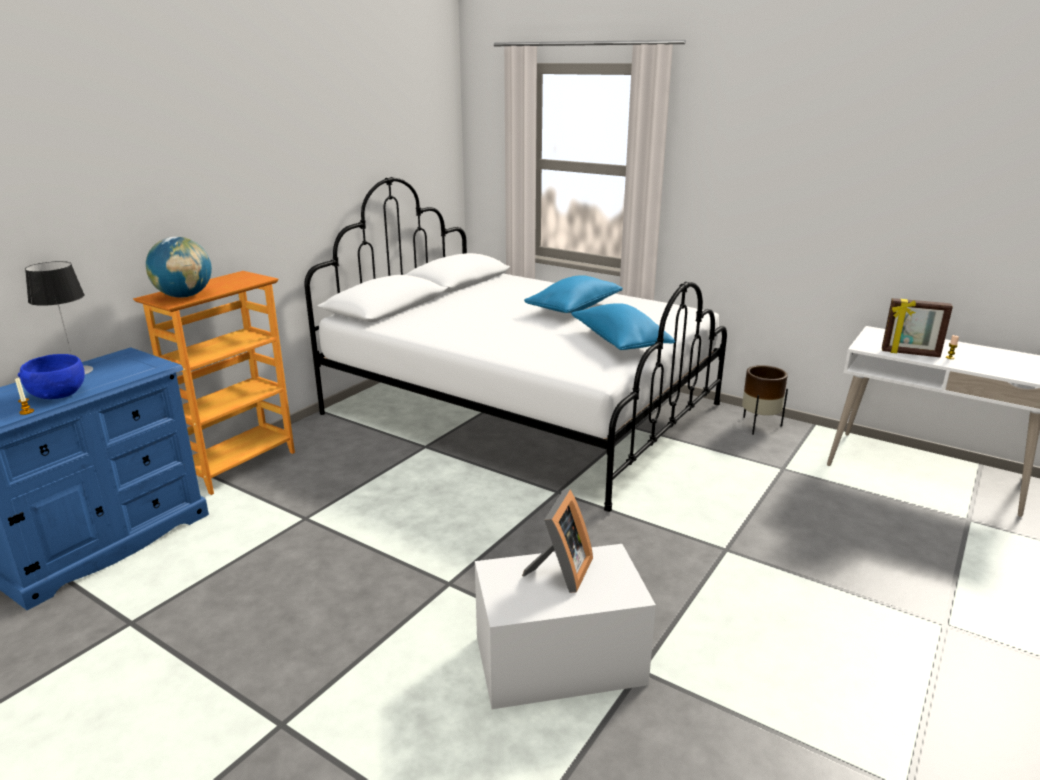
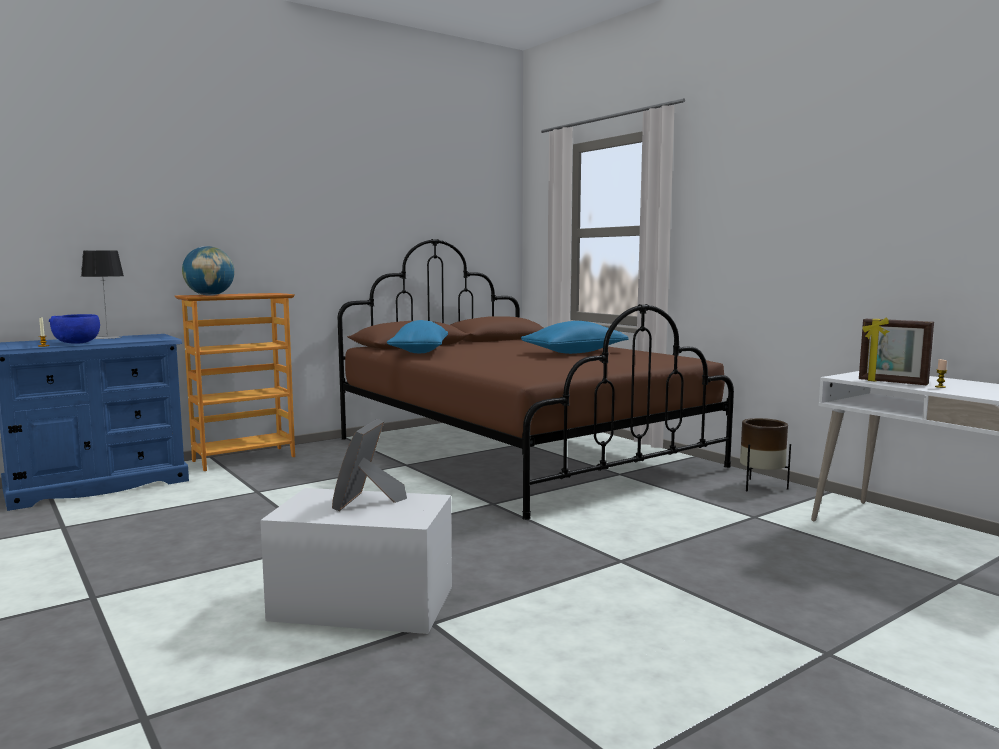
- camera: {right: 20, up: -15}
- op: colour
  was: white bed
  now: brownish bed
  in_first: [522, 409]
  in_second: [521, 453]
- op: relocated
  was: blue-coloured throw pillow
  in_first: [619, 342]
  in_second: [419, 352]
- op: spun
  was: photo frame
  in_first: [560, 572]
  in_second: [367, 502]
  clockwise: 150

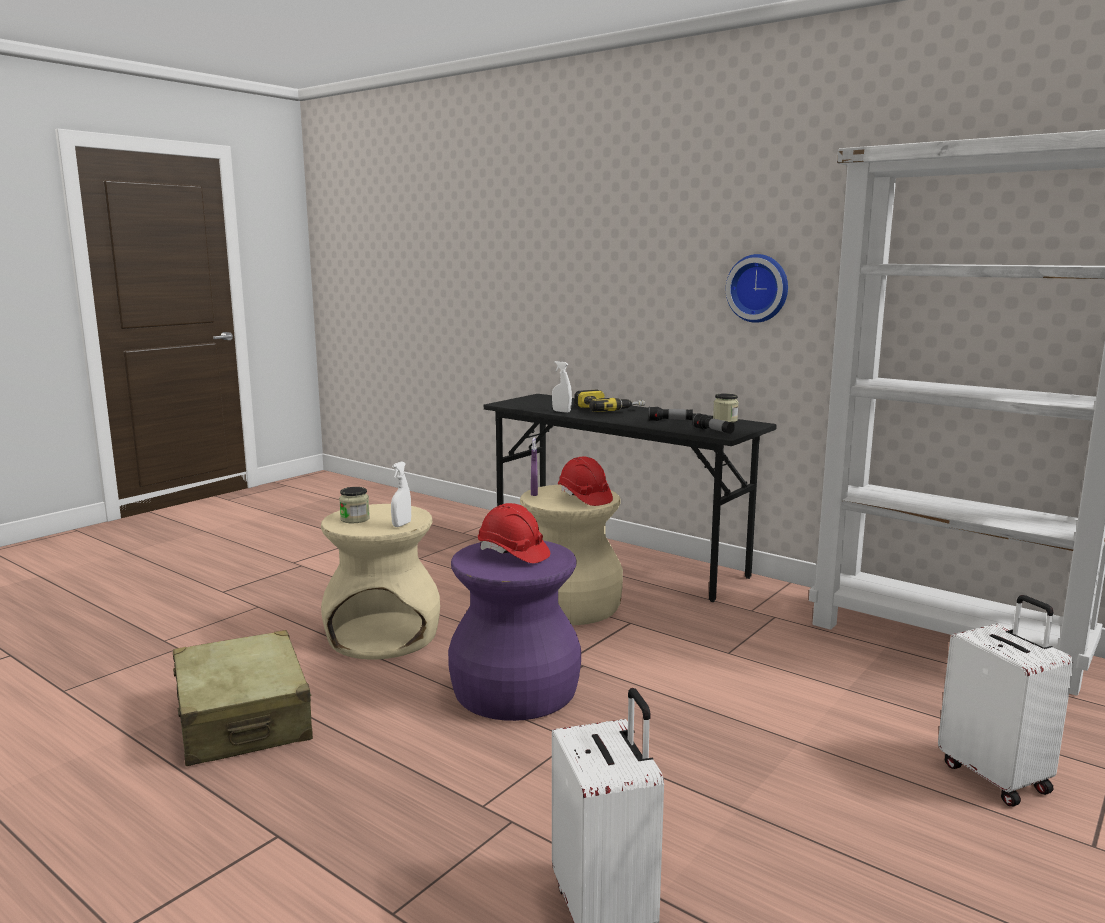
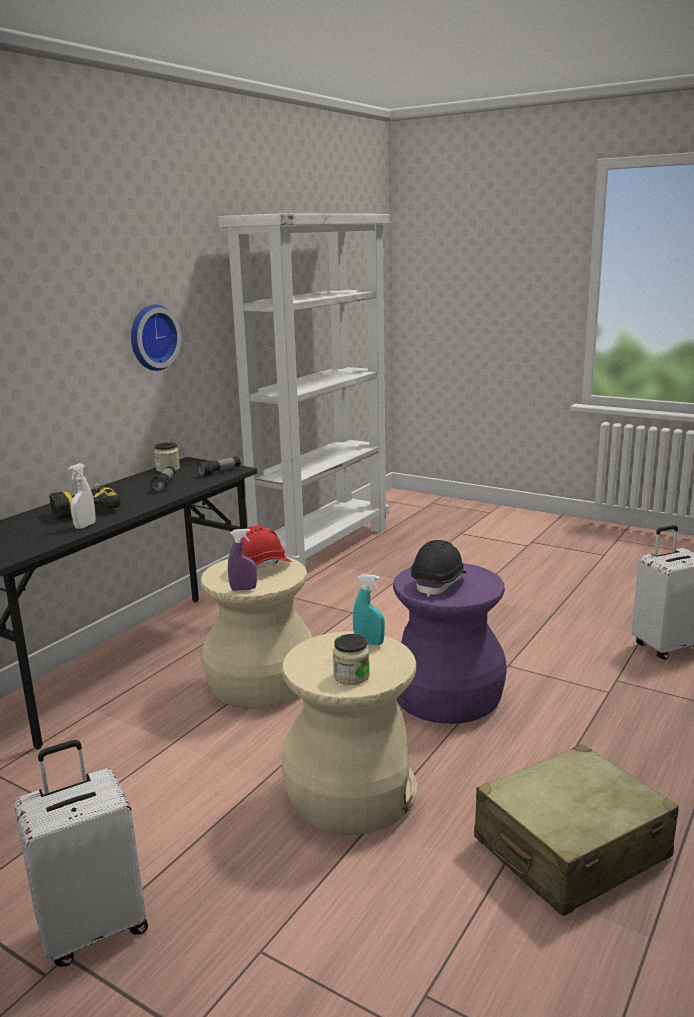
- camera: {right: -95, up: 5}
- op: colour
  was: white spray bottle
  now: blue-green spray bottle
  in_first: [401, 524]
  in_second: [369, 643]
- op: colour
  was: red-coloured hard hat
  now: blackish hard hat
  in_first: [513, 553]
  in_second: [439, 583]
- op: relocated
  was: white suitcase
  in_first: [996, 776]
  in_second: [93, 928]

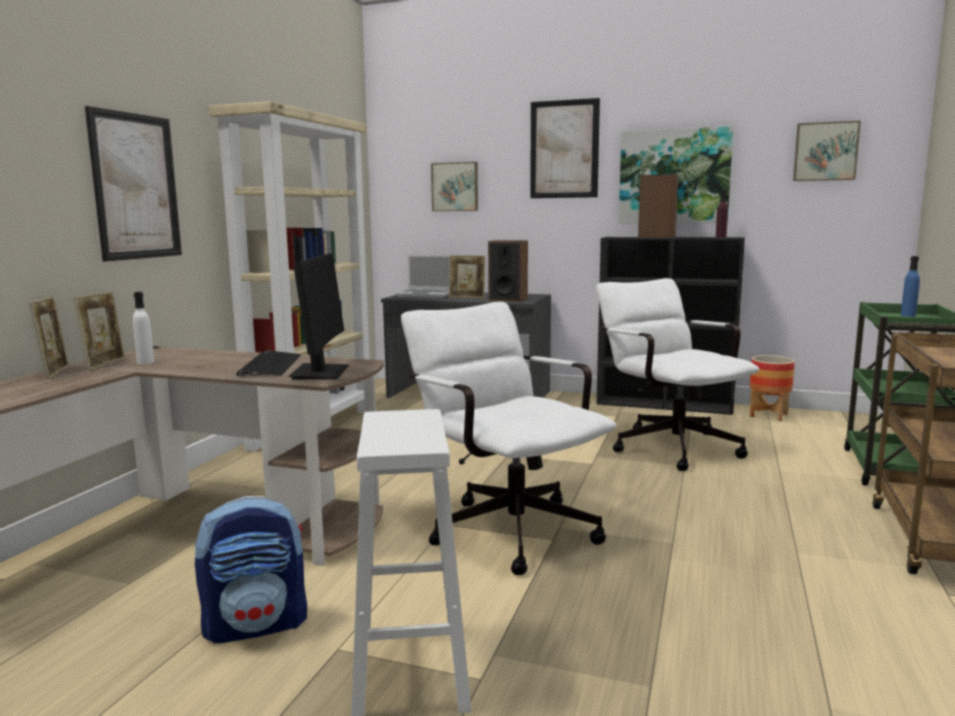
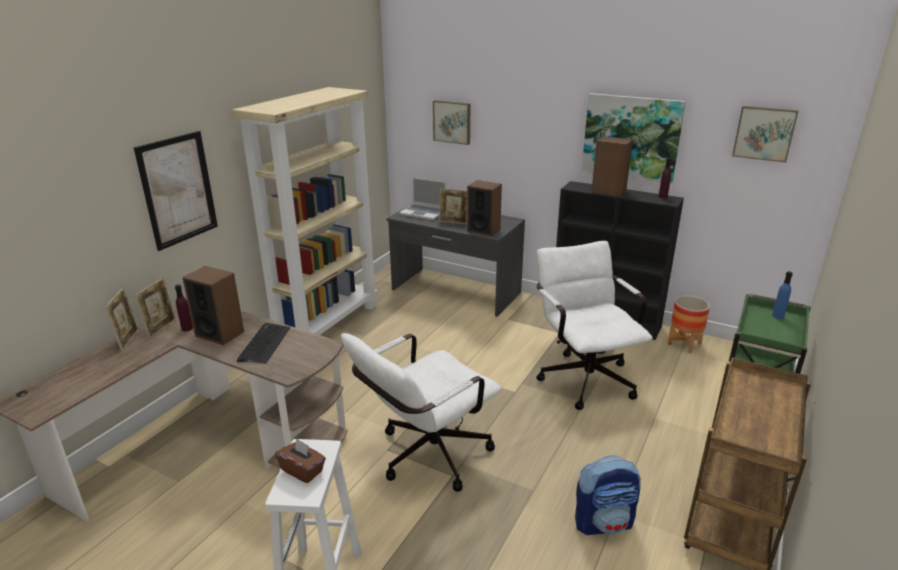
- camera: {right: 10, up: 15}
- op: missing
  was: picture
  in_first: [564, 149]
- op: missing
  was: computer display
  in_first: [320, 373]
- op: colour
  was: white beverage bottle
  now: purple-coloured beverage bottle
  in_first: [145, 362]
  in_second: [187, 328]
- op: spun
  was: white desk chair
  in_first: [505, 526]
  in_second: [425, 457]
  clockwise: -105
- op: relocated
  was: knapsack
  in_first: [257, 625]
  in_second: [604, 522]
- op: appeared
  now: loudspeaker
  in_second: [220, 333]
- op: appeared
  now: brownish tissue holder
  in_second: [302, 470]

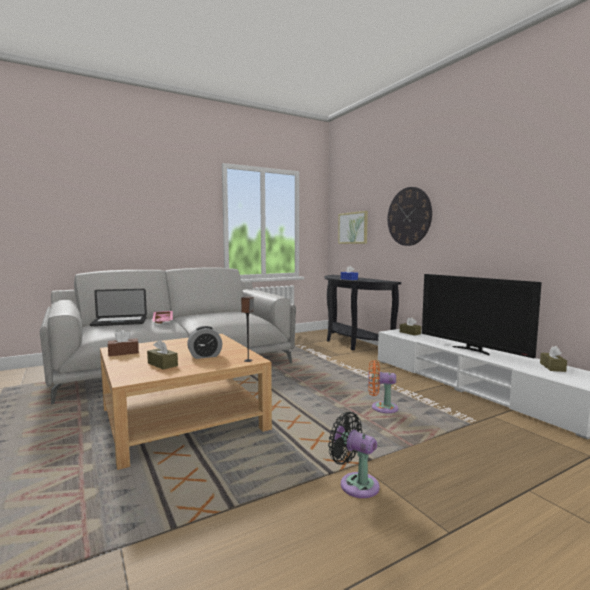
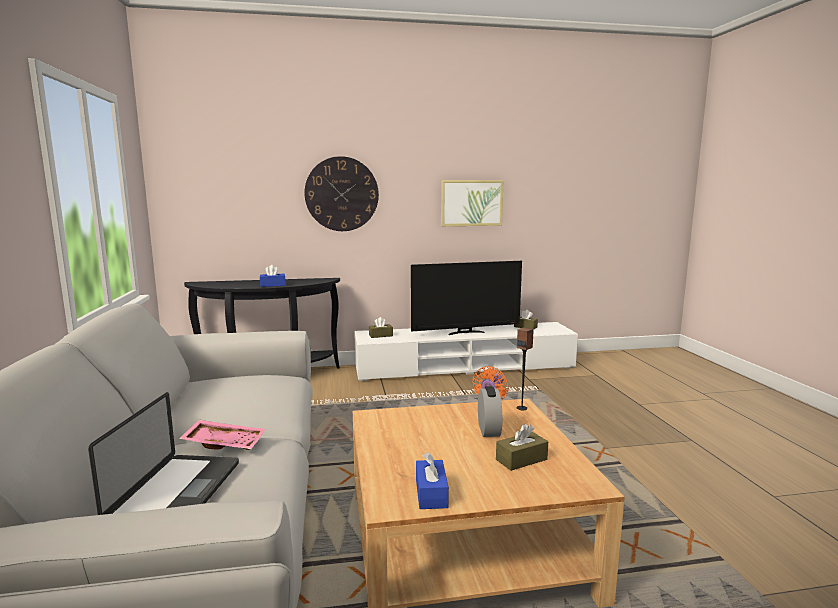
- camera: {right: -70, up: 5}
- op: relocated
  was: picture
  in_first: [353, 228]
  in_second: [471, 203]
- op: colour
  was: brownish tissue holder
  now: blue-coloured tissue holder
  in_first: [123, 353]
  in_second: [431, 493]
- op: missing
  was: blackish fan
  in_first: [355, 484]

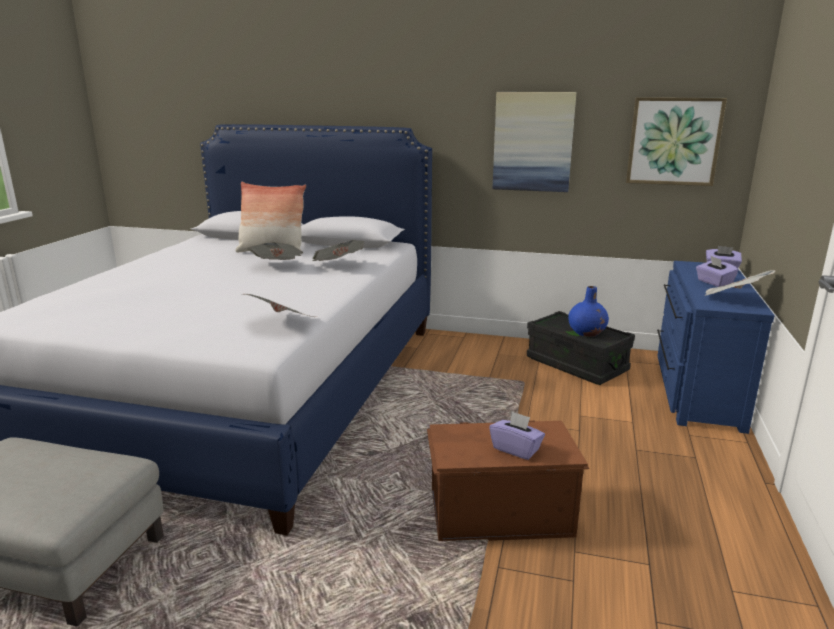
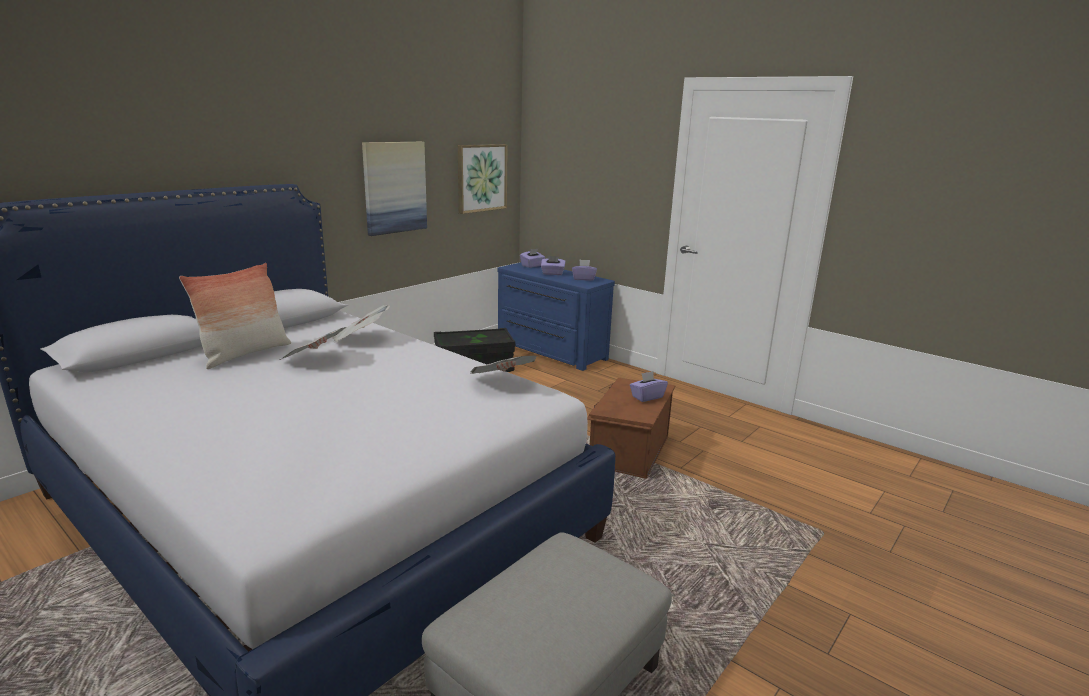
- camera: {right: -65, up: 0}
- op: exchanged
  was: daily paper
  now: purple-coloured tissue holder
  in_first: [733, 299]
  in_second: [583, 279]
- op: missing
  was: blue-coloured flower vase
  in_first: [587, 332]

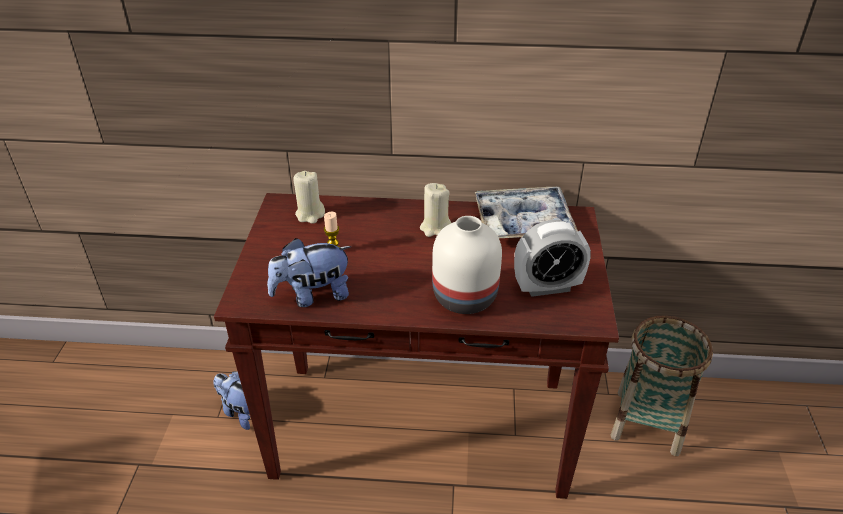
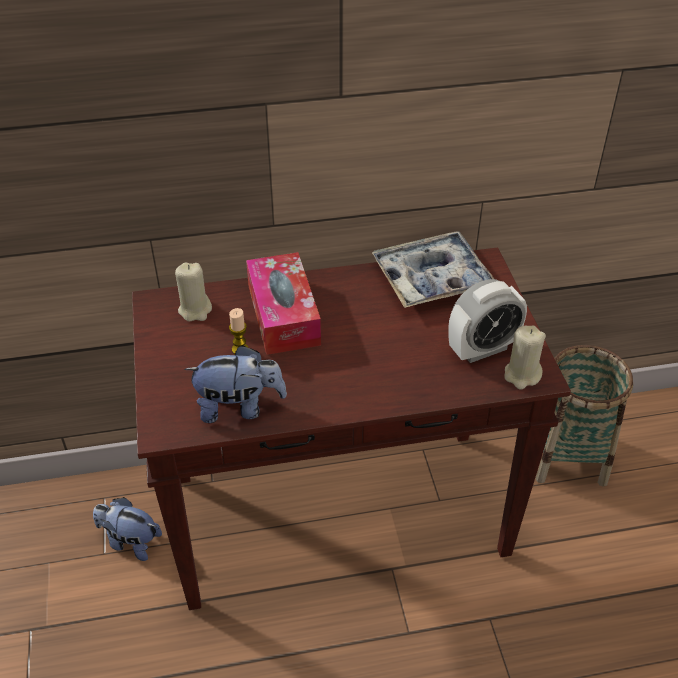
- camera: {right: -15, up: 5}
- op: relocated
  was: beige candle
  in_first: [435, 228]
  in_second: [522, 375]
- op: missing
  was: white flower vase
  in_first: [463, 297]
- op: spun
  was: cuddly toy
  in_first: [313, 295]
  in_second: [239, 407]
  clockwise: -150
- op: appeared
  now: tissue holder
  in_second: [283, 315]

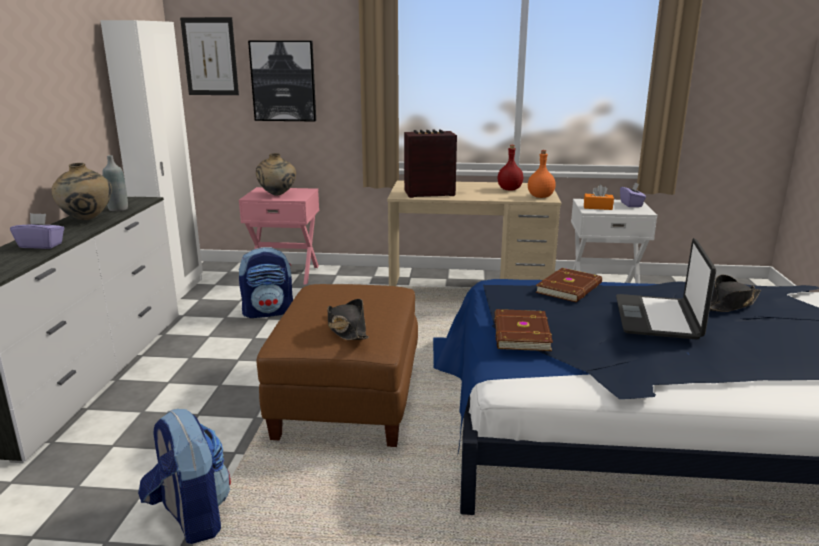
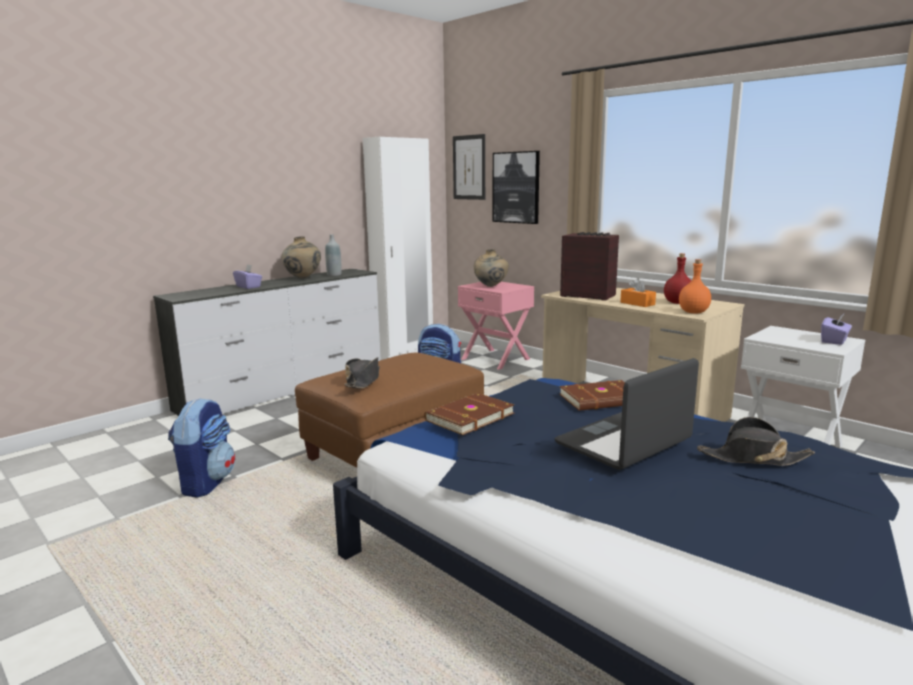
- camera: {right: 40, up: -5}
- op: relocated
  was: orangey tissue holder
  in_first: [597, 207]
  in_second: [637, 303]

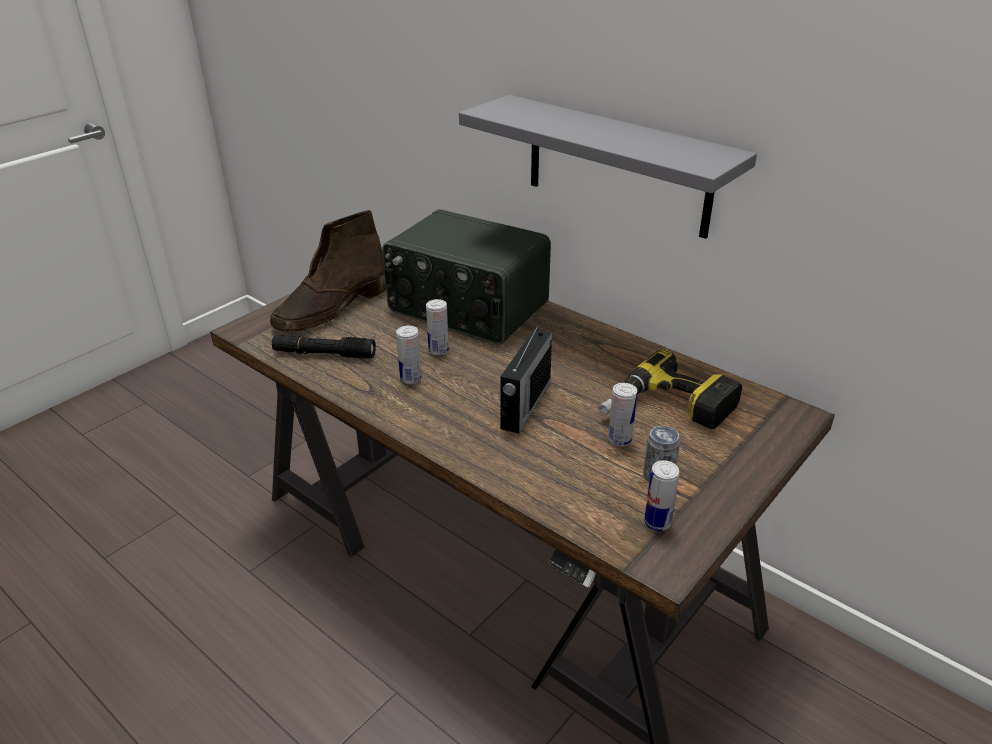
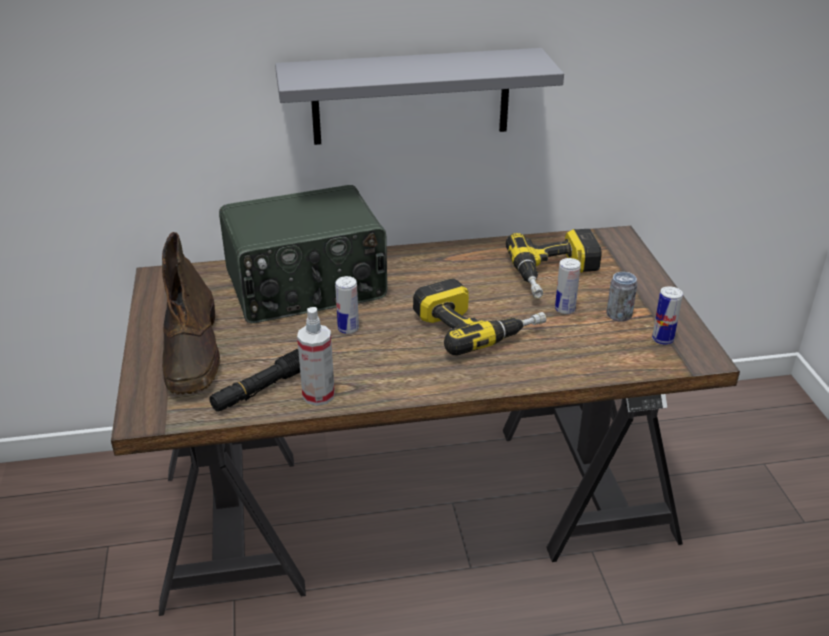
- camera: {right: -50, up: 0}
- op: exchanged
  was: radio receiver
  now: power drill
  in_first: [525, 405]
  in_second: [476, 326]
- op: missing
  was: sealed can
  in_first: [410, 379]
- op: appeared
  now: spray bottle
  in_second: [318, 395]

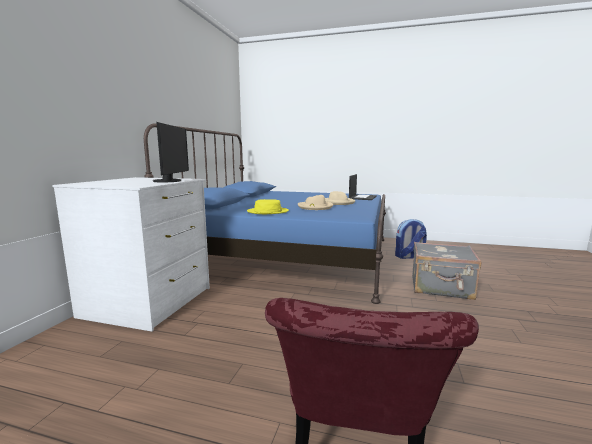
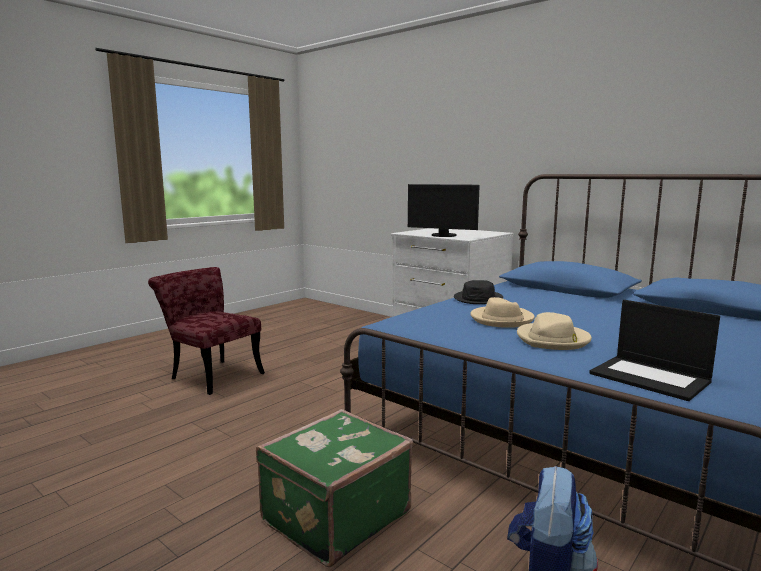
- camera: {right: 115, up: 0}
- op: colour
  was: yellow-coloured hat
  now: blackish hat
  in_first: [268, 211]
  in_second: [478, 298]
- op: colour
  was: grey suitcase
  now: green-coloured suitcase
  in_first: [441, 288]
  in_second: [333, 516]

